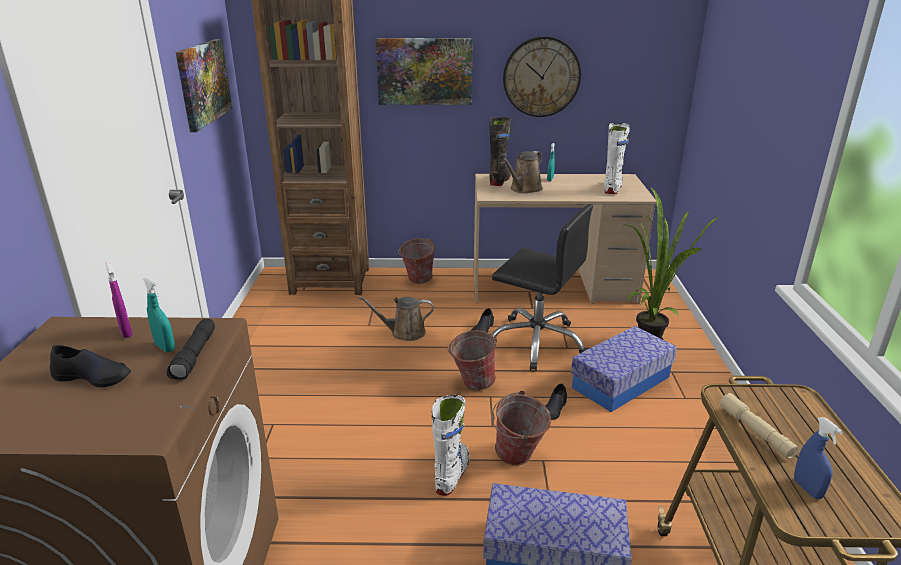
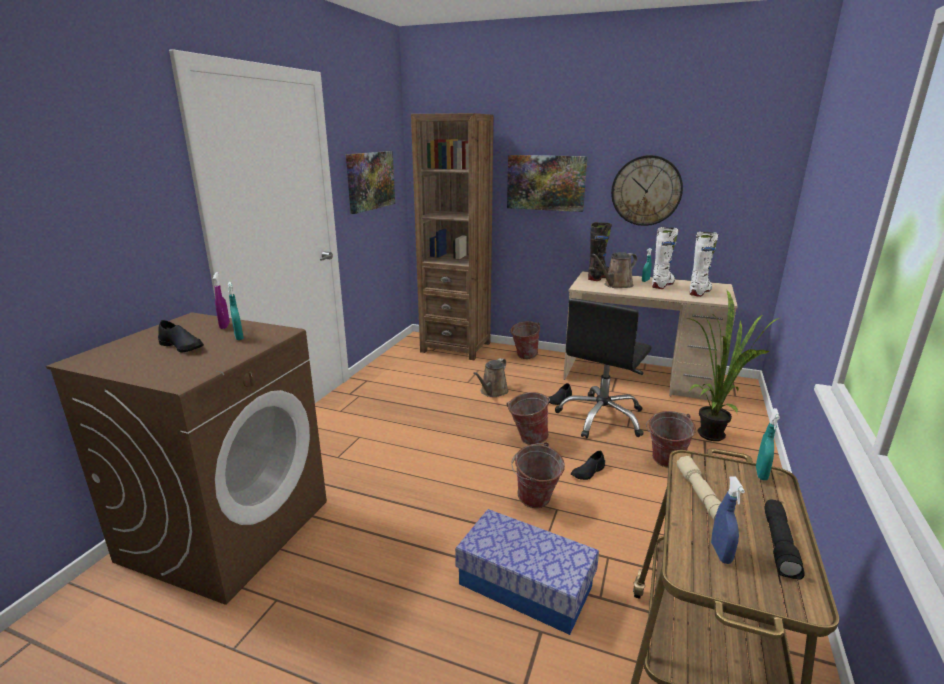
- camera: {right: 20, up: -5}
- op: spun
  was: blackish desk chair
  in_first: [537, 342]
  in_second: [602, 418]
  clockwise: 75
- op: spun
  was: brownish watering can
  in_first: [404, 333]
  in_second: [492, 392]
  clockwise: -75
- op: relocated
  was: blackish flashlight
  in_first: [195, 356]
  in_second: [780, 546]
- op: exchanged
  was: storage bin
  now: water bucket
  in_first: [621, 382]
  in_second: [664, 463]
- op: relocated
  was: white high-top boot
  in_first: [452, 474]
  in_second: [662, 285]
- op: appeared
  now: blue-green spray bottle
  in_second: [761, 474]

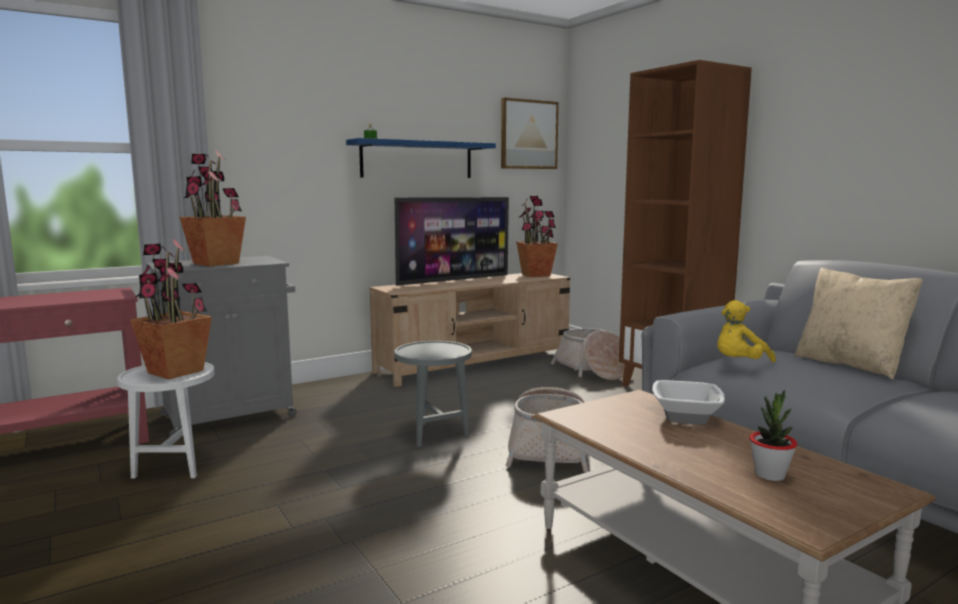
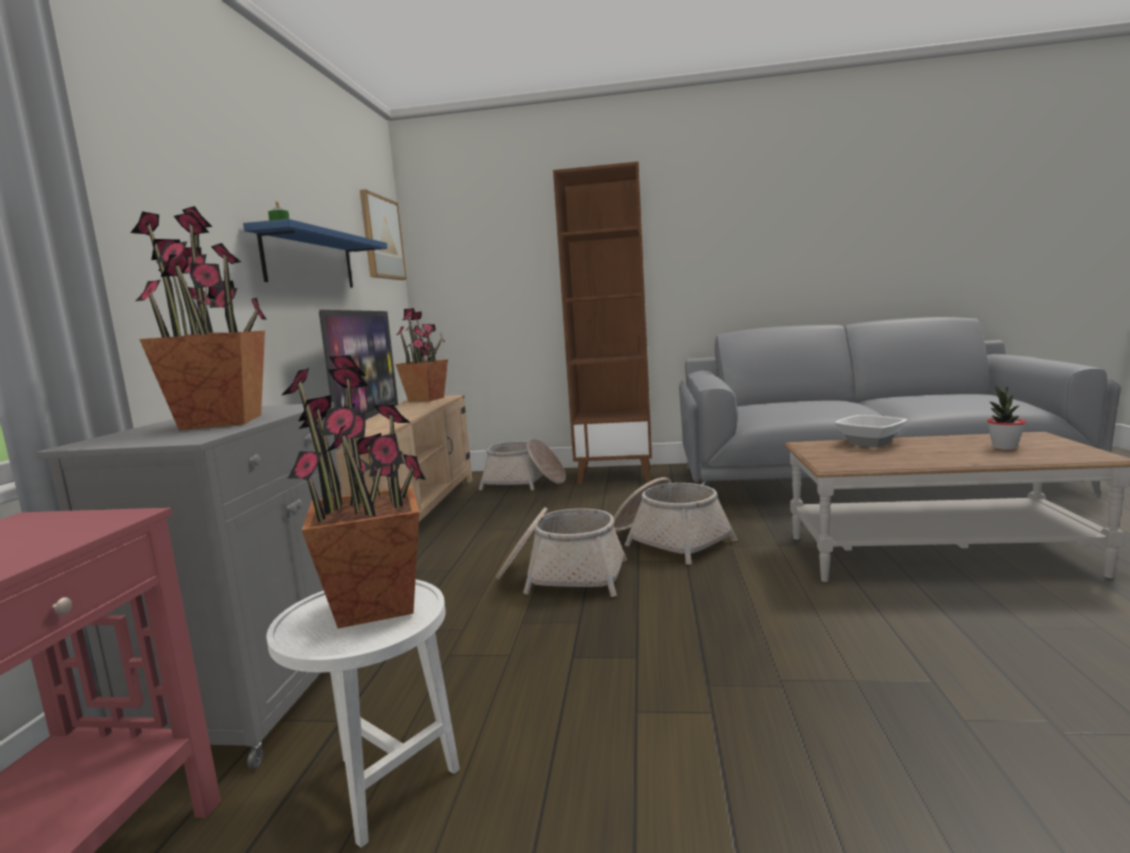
- camera: {right: -50, up: 0}
- op: missing
  was: beige throw pillow
  in_first: [850, 365]
- op: missing
  was: yellow-coloured cuddly toy
  in_first: [739, 364]
- op: exchanged
  was: grey end table
  now: basket
  in_first: [434, 434]
  in_second: [561, 576]

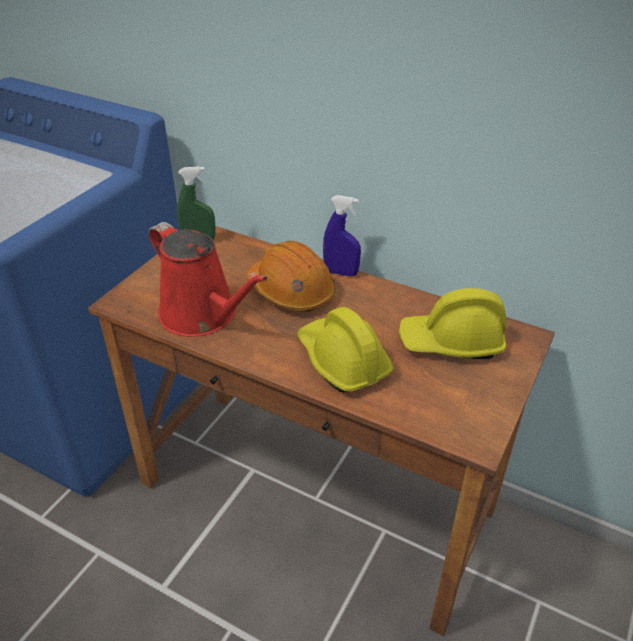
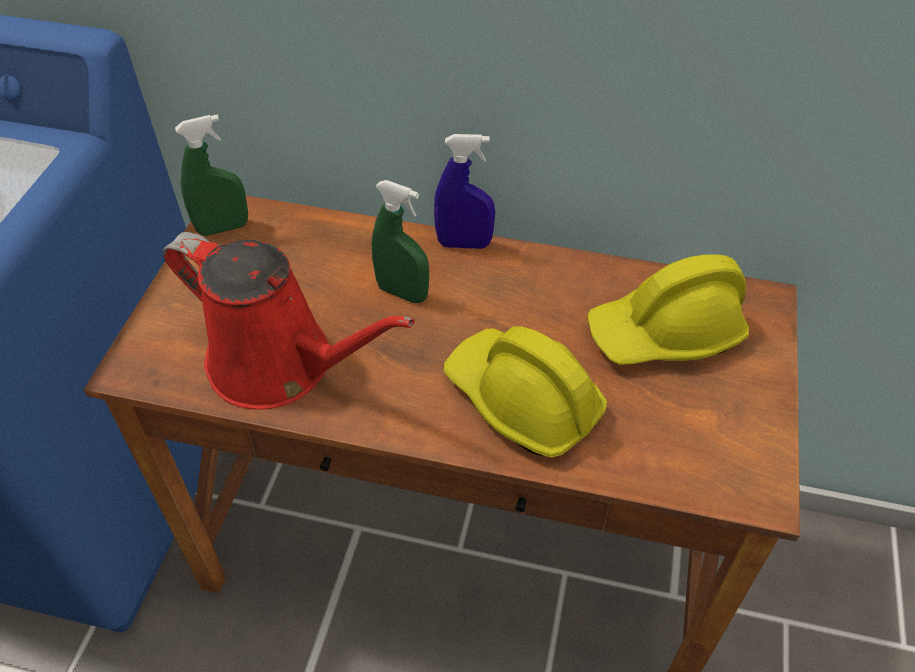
- camera: {right: -15, up: 10}
- op: exchanged
  was: orangey hard hat
  now: green-coloured spray bottle
  in_first: [291, 292]
  in_second: [402, 293]

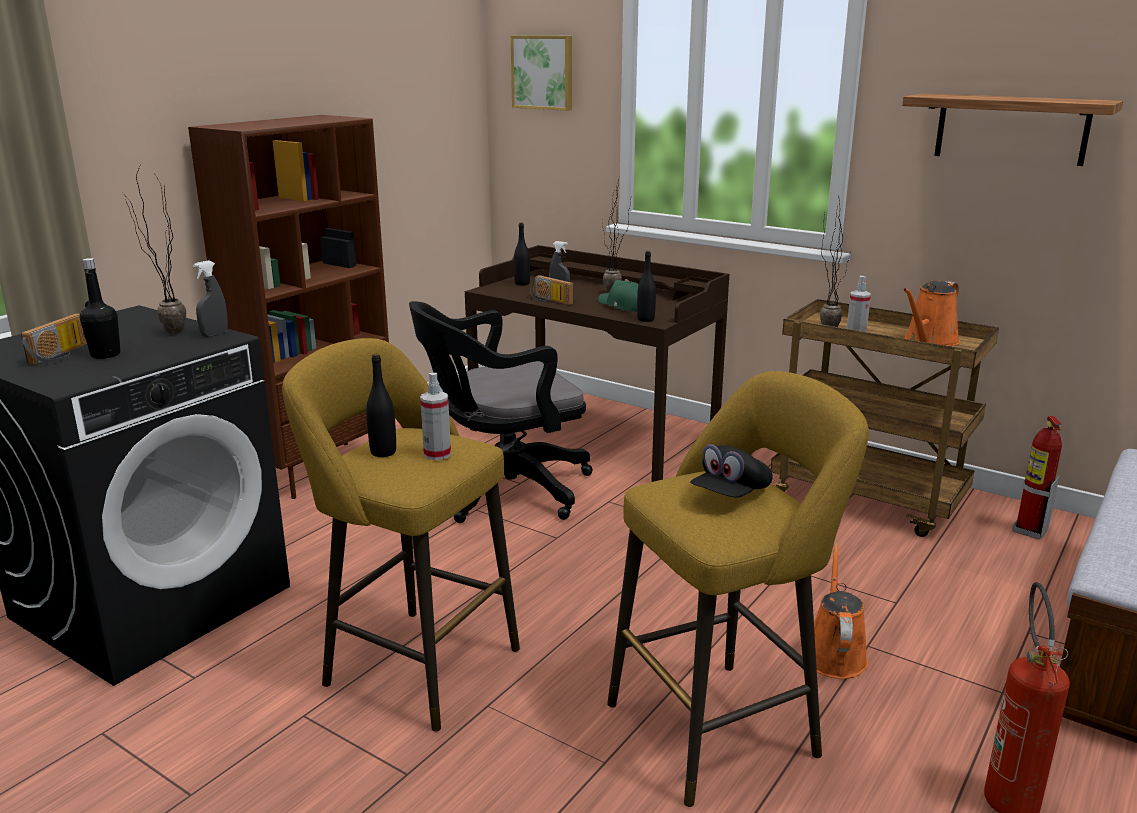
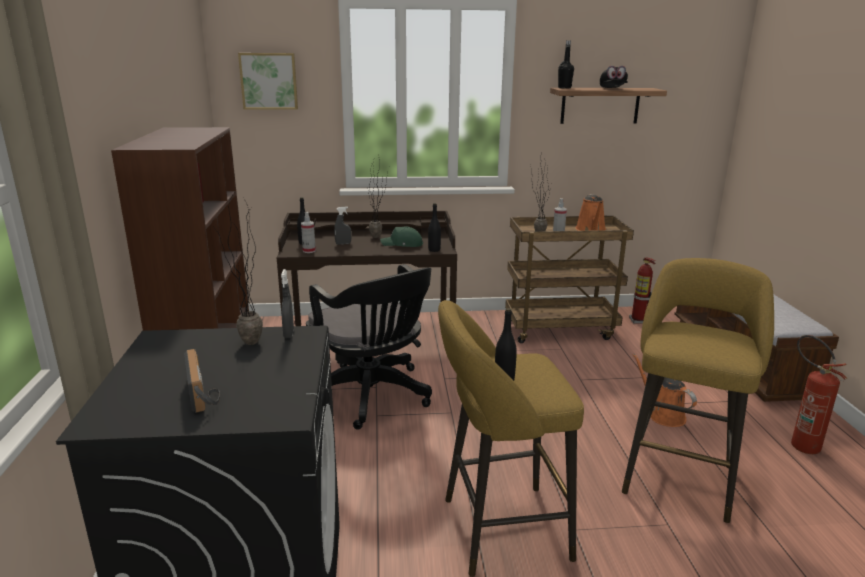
- camera: {right: -40, up: 0}
- op: relocated
  was: blackish beverage bottle
  in_first: [105, 355]
  in_second: [564, 88]
- op: missing
  was: radio receiver
  in_first: [549, 301]
- op: spun
  was: blackish desk chair
  in_first: [502, 490]
  in_second: [373, 396]
  clockwise: -60
- op: relocated
  was: spray bottle
  in_first: [437, 454]
  in_second: [309, 251]
- op: relocated
  was: blackish peaked cap
  in_first: [730, 494]
  in_second: [612, 89]

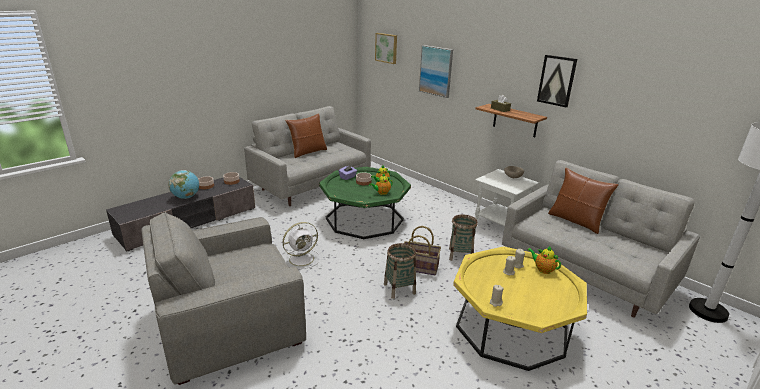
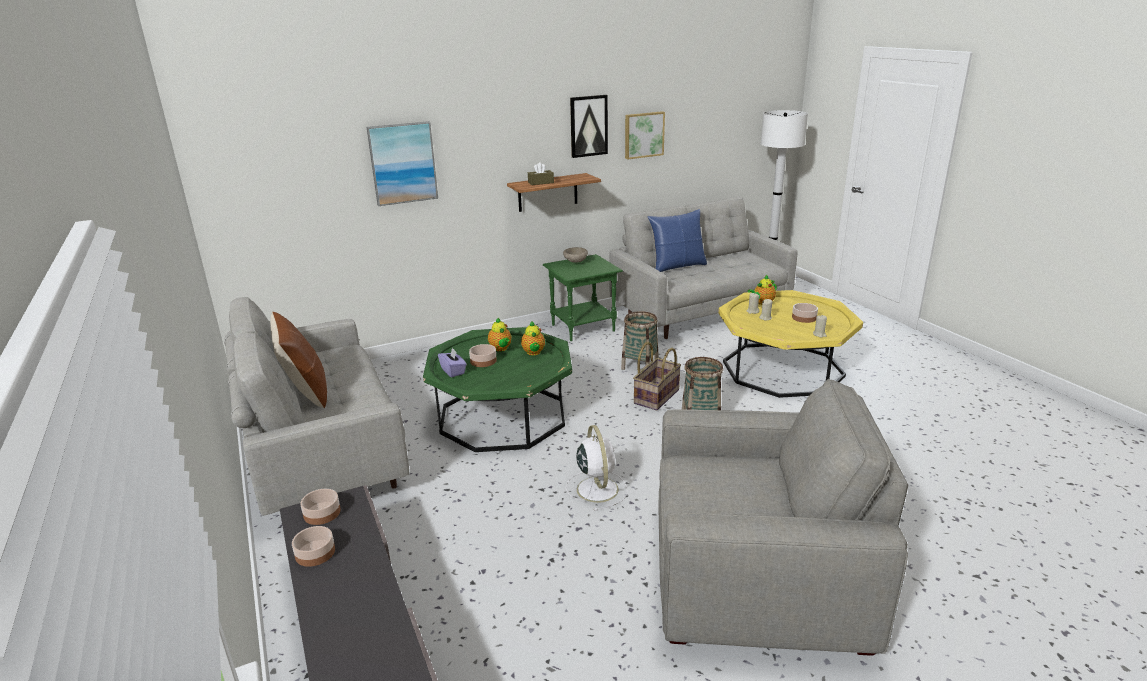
- camera: {right: -70, up: 0}
- op: relocated
  was: picture
  in_first: [386, 48]
  in_second: [643, 135]
- op: colour
  was: brownish throw pillow
  now: blue-coloured throw pillow
  in_first: [575, 221]
  in_second: [677, 266]
- op: colour
  was: white end table
  now: green-coloured end table
  in_first: [500, 226]
  in_second: [584, 328]
- op: missing
  was: globe
  in_first: [186, 197]
- op: spun
  was: grey easy chair
  in_first: [230, 324]
  in_second: [756, 574]
  clockwise: -75
- op: appeared
  now: bowl
  in_second: [803, 318]

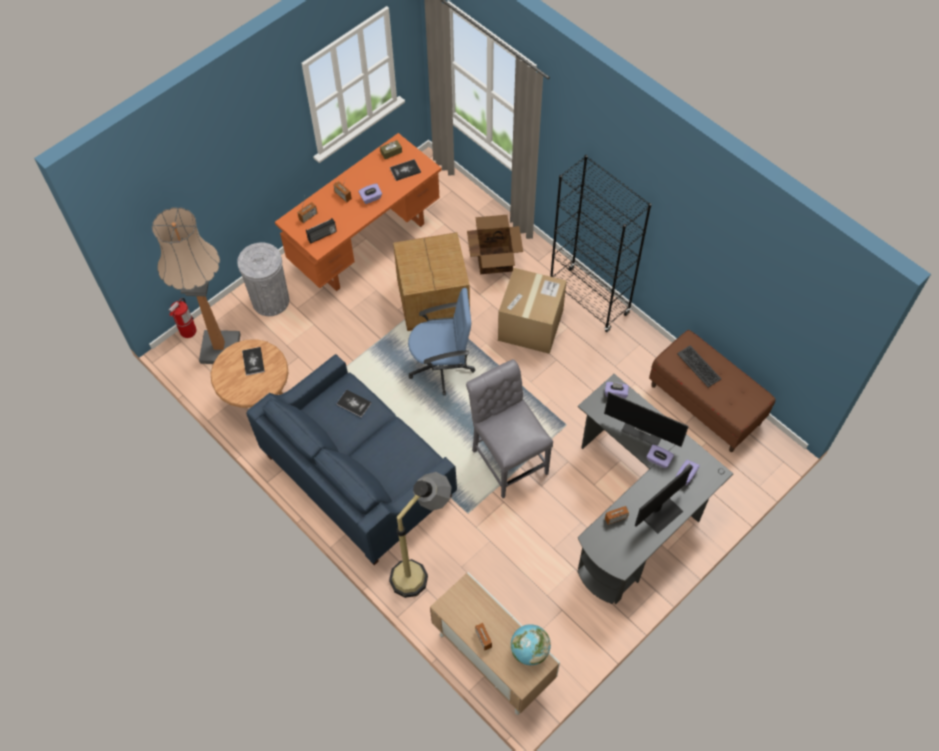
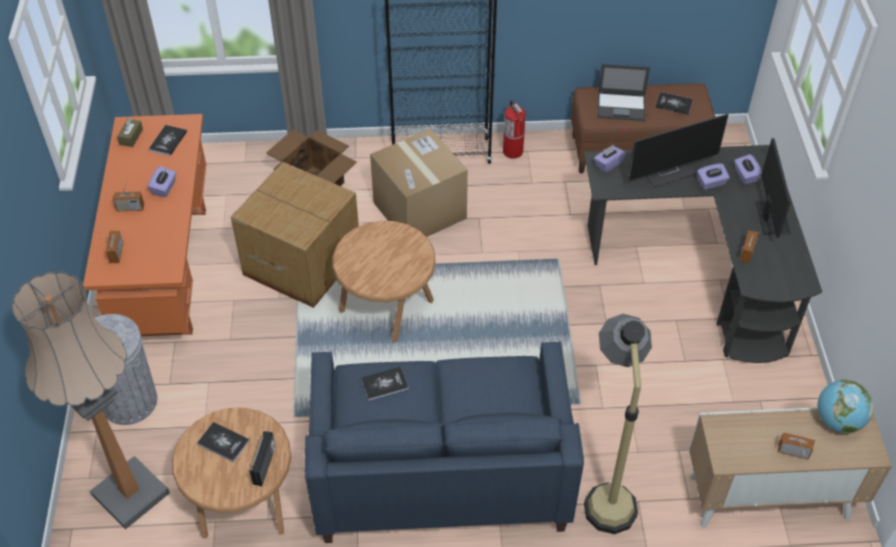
- camera: {right: -50, up: -10}
- op: relocated
  was: radio receiver
  in_first: [322, 236]
  in_second: [265, 465]
- op: exchanged
  was: blue-coloured desk chair
  now: brownish end table
  in_first: [442, 366]
  in_second: [387, 308]
- op: relocated
  was: extinguisher
  in_first: [188, 331]
  in_second: [513, 151]
- op: exchanged
  was: keyboard
  now: notebook computer
  in_first: [699, 366]
  in_second: [622, 106]
- op: missing
  was: grey chair
  in_first: [507, 458]
- op: appeared
  now: bound book
  in_second: [674, 104]

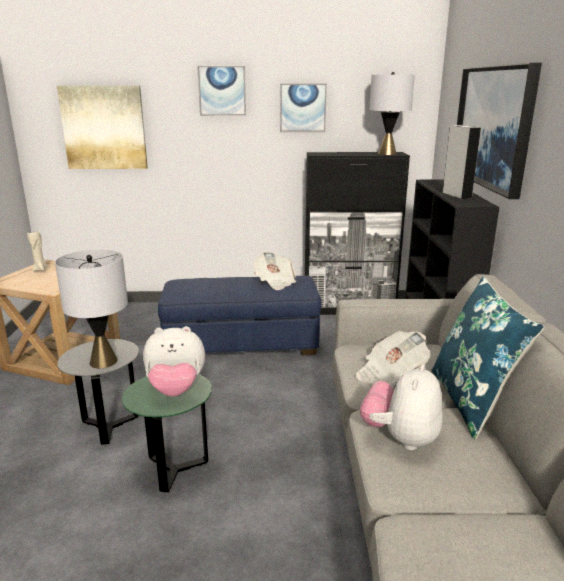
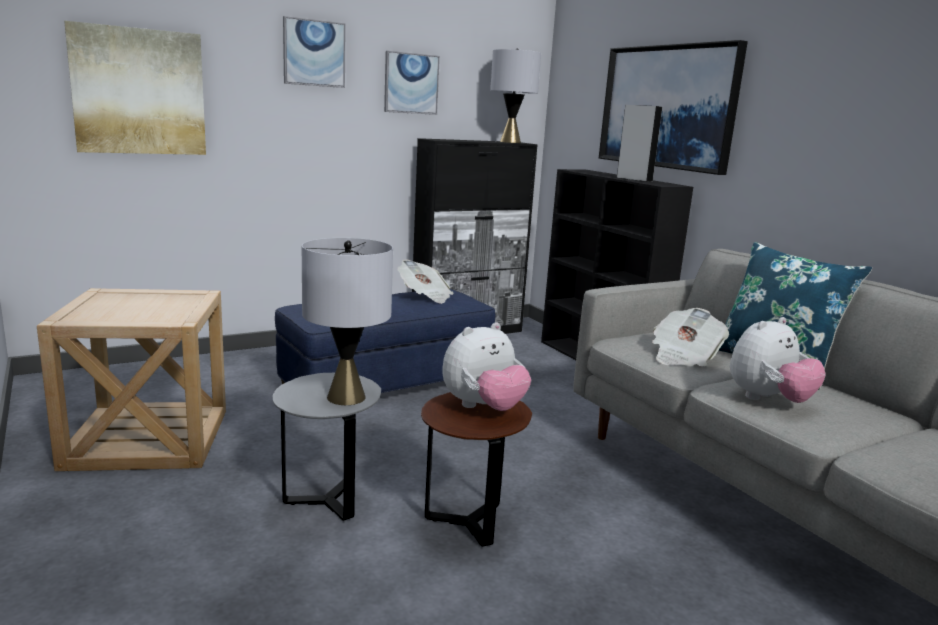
- camera: {right: -30, up: -5}
- op: missing
  was: beige candle
  in_first: [40, 269]
- op: spun
  was: cuddly toy
  in_first: [400, 438]
  in_second: [768, 400]
  clockwise: -120
- op: colour
  was: green-coloured end table
  now: brownish end table
  in_first: [174, 470]
  in_second: [469, 523]

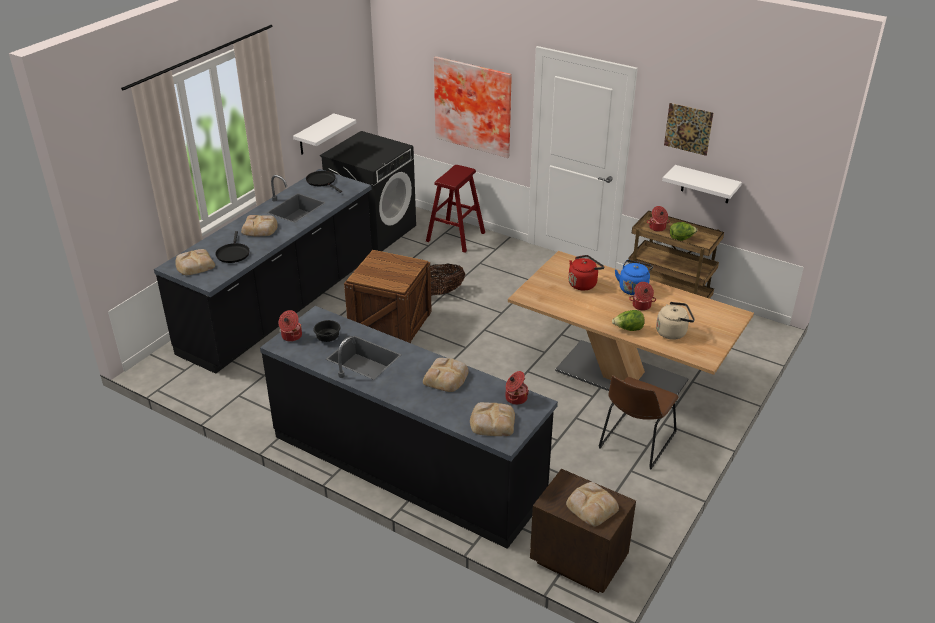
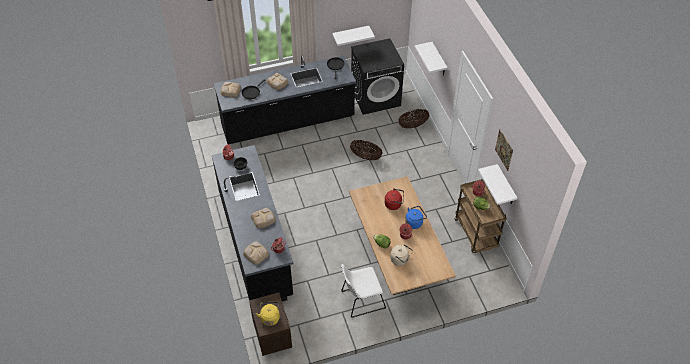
- camera: {right: 40, up: 15}
- op: exchanged
  was: picture
  now: white wall shelf
  in_first: [474, 105]
  in_second: [439, 60]
- op: exchanged
  was: red-coloured stool seat
  now: basket
  in_first: [455, 237]
  in_second: [413, 125]
- op: missing
  was: shipping crate
  in_first: [390, 324]
- op: colour
  was: brownish chair
  now: white chair
  in_first: [635, 442]
  in_second: [361, 300]
- op: exchanged
  was: bakery bread
  now: yellow-coloured tea kettle
  in_first: [591, 506]
  in_second: [270, 317]

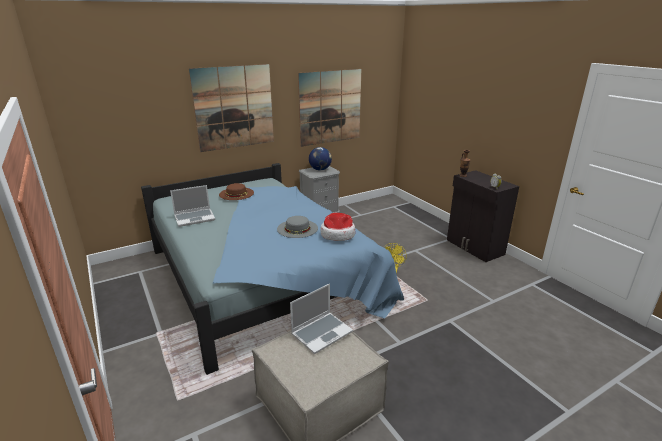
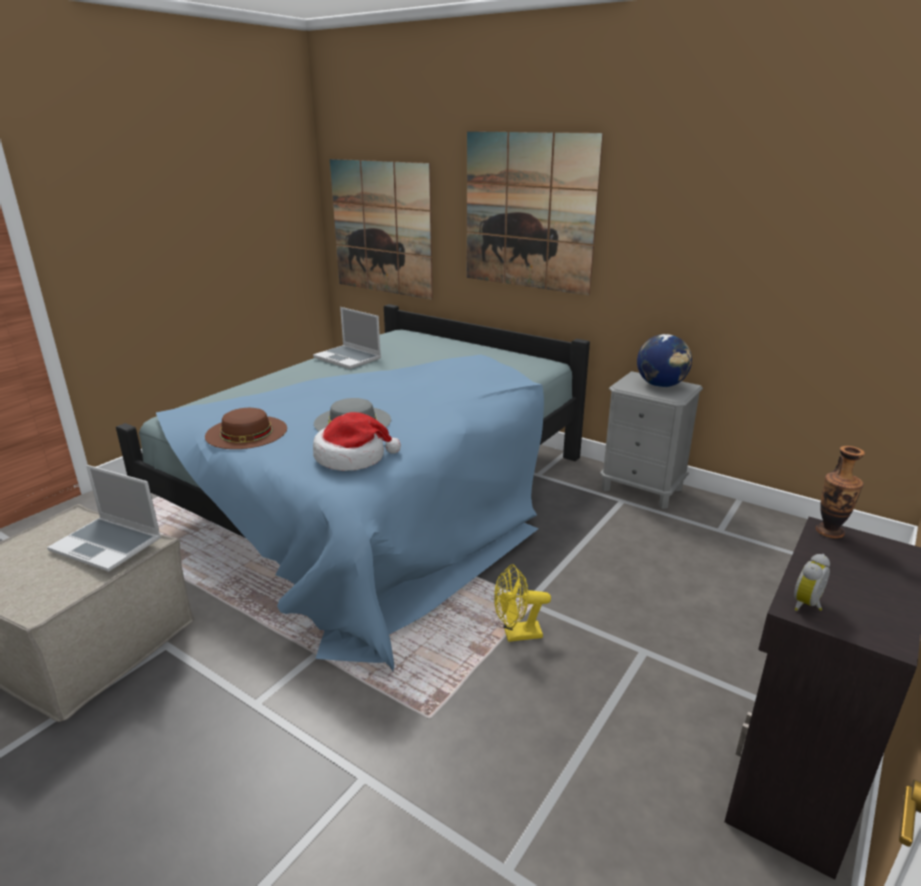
- camera: {right: 65, up: 0}
- op: relocated
  was: picture
  in_first: [330, 107]
  in_second: [381, 228]
- op: relocated
  was: brownish hat
  in_first: [236, 193]
  in_second: [246, 432]

